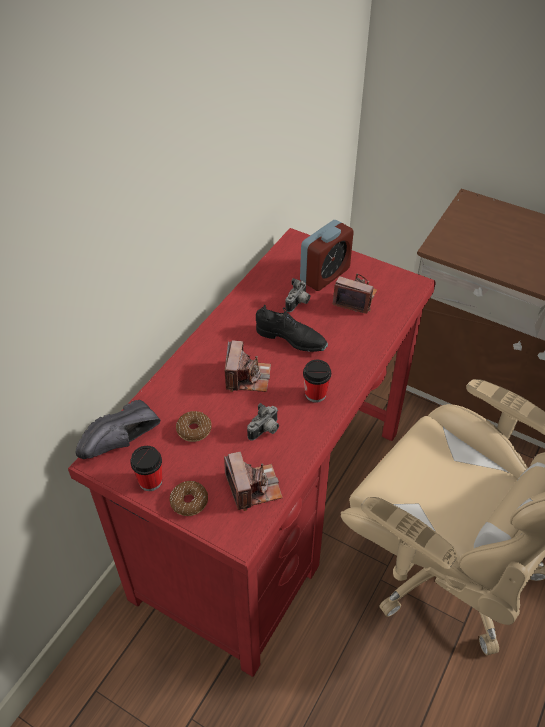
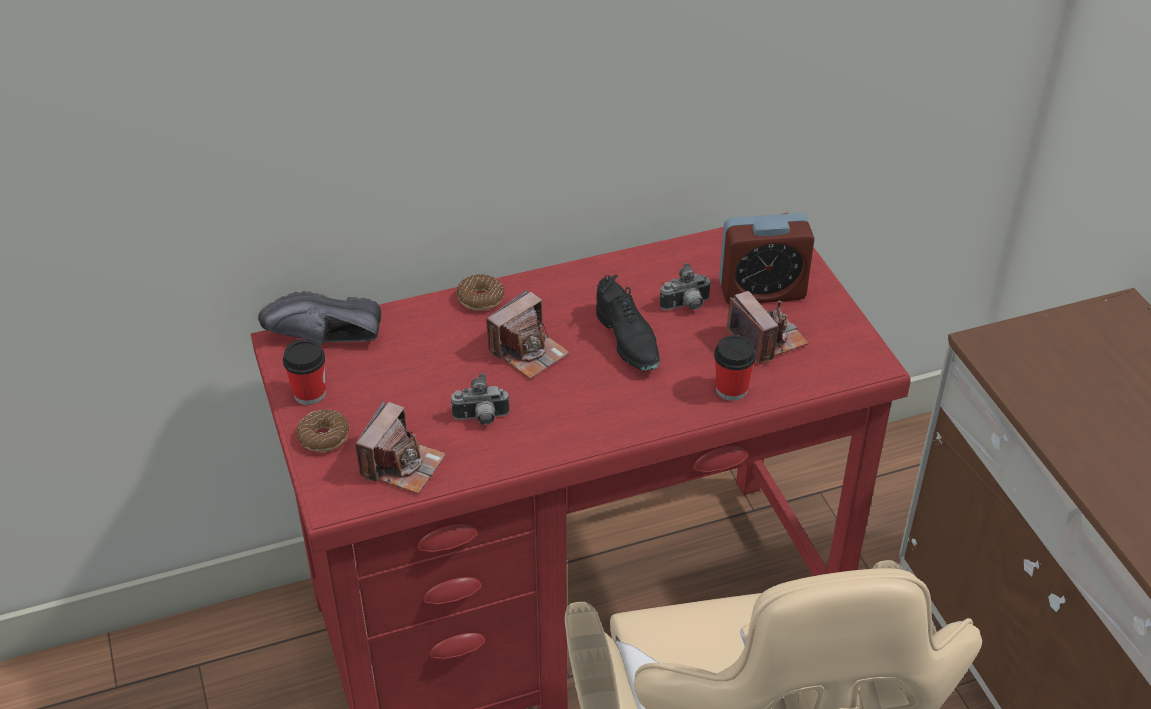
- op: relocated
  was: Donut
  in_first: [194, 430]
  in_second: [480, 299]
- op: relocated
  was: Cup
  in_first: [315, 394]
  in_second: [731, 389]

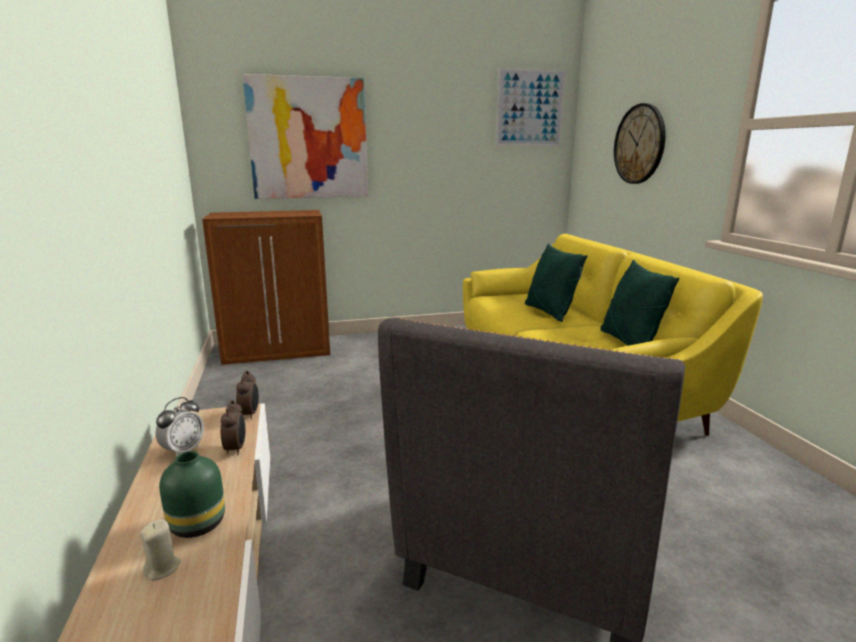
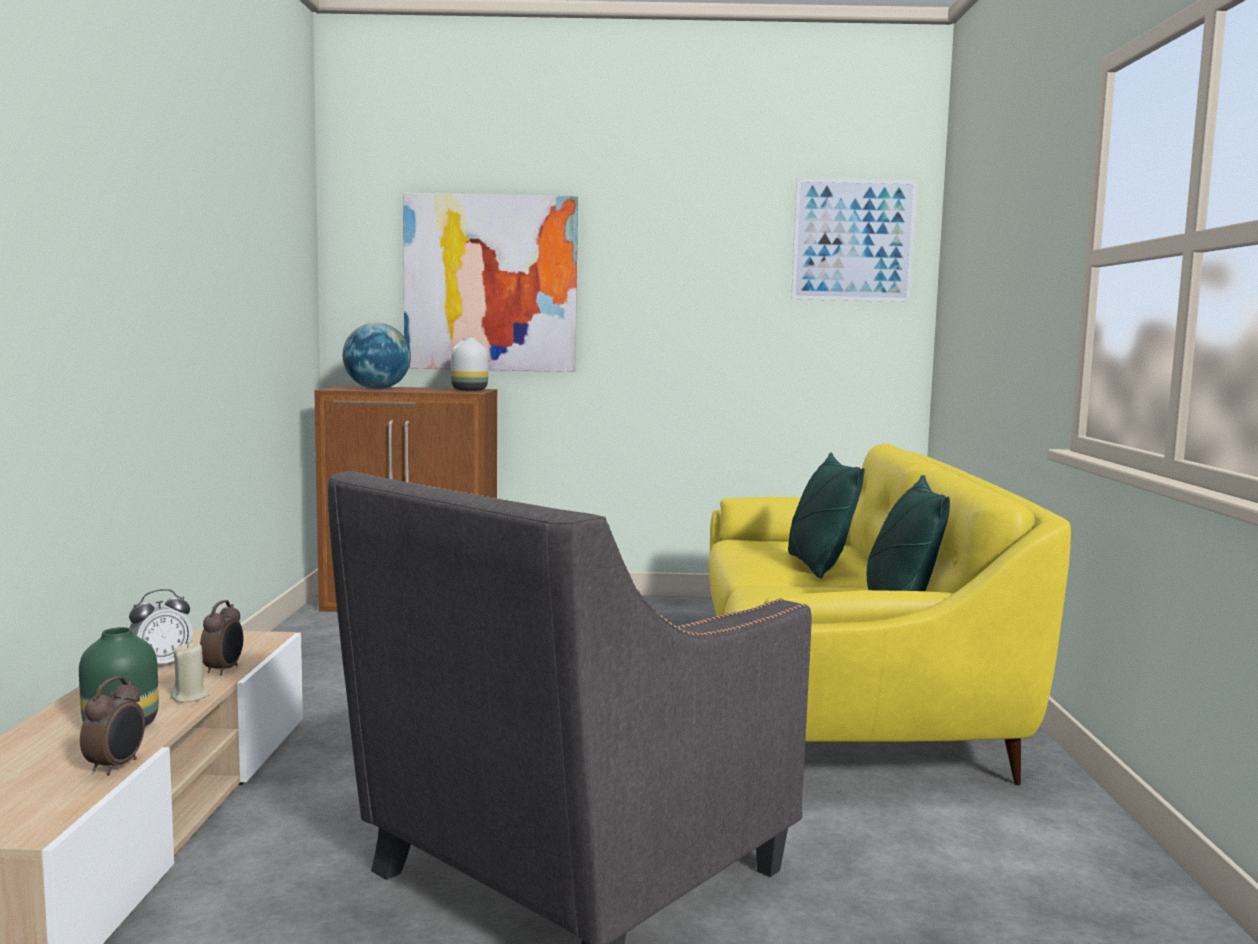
- op: relocated
  was: BeigeCandle
  in_first: [162, 568]
  in_second: [190, 697]
- op: relocated
  was: AlarmClock
  in_first: [250, 414]
  in_second: [116, 766]
- op: missing
  was: WallClock
  in_first: [639, 144]
- op: appeared
  now: Globe
  in_second: [377, 389]
- op: appeared
  now: WhiteVase
  in_second: [470, 390]

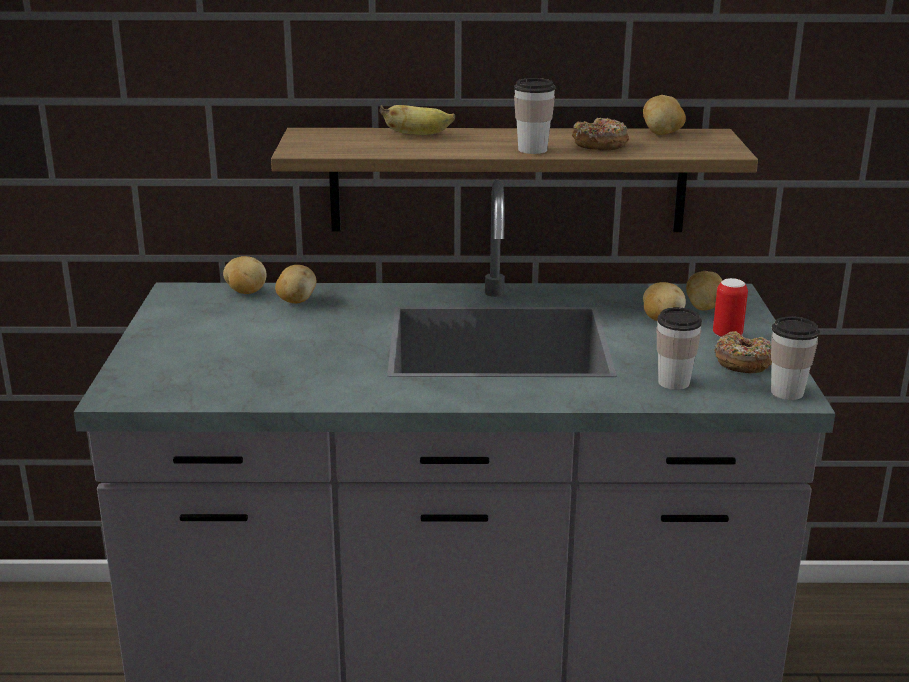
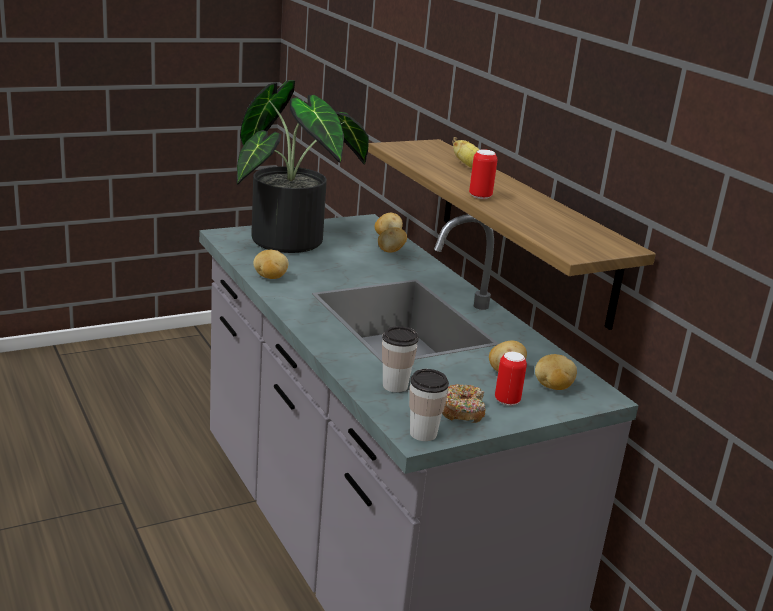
- op: exchanged
  was: Cup
  now: Can
  in_first: [532, 150]
  in_second: [480, 196]
- op: missing
  was: Donut
  in_first: [600, 144]
- op: relocated
  was: Potato
  in_first: [662, 134]
  in_second: [270, 277]
- op: appeared
  now: PottedPlant
  in_second: [296, 241]

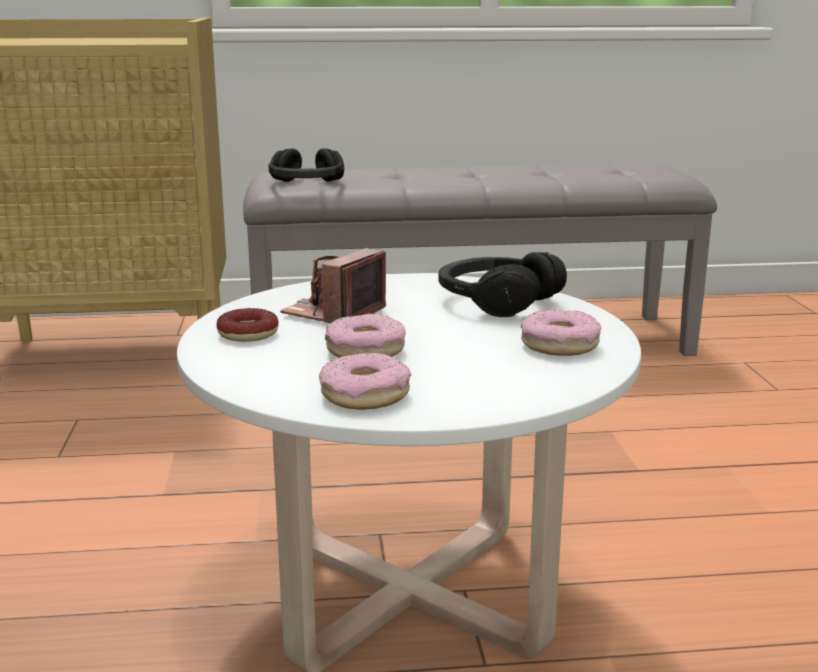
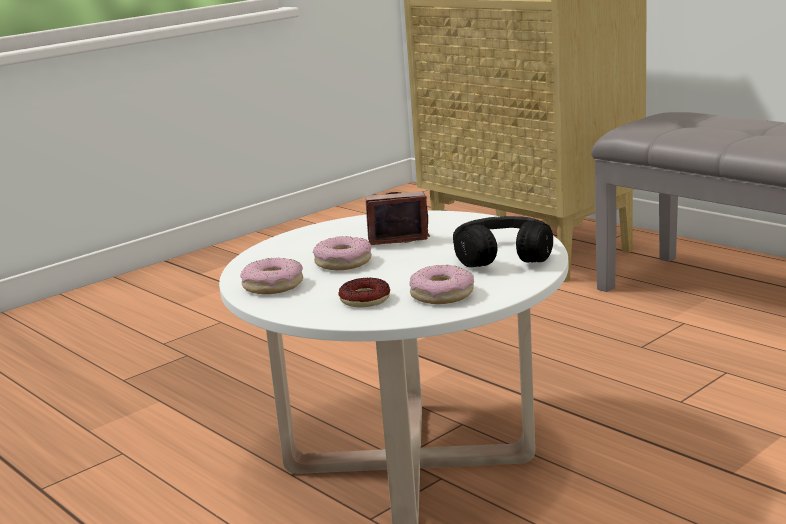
- op: relocated
  was: Donut
  in_first: [248, 333]
  in_second: [365, 299]
- op: missing
  was: BlackHeadphones
  in_first: [306, 184]

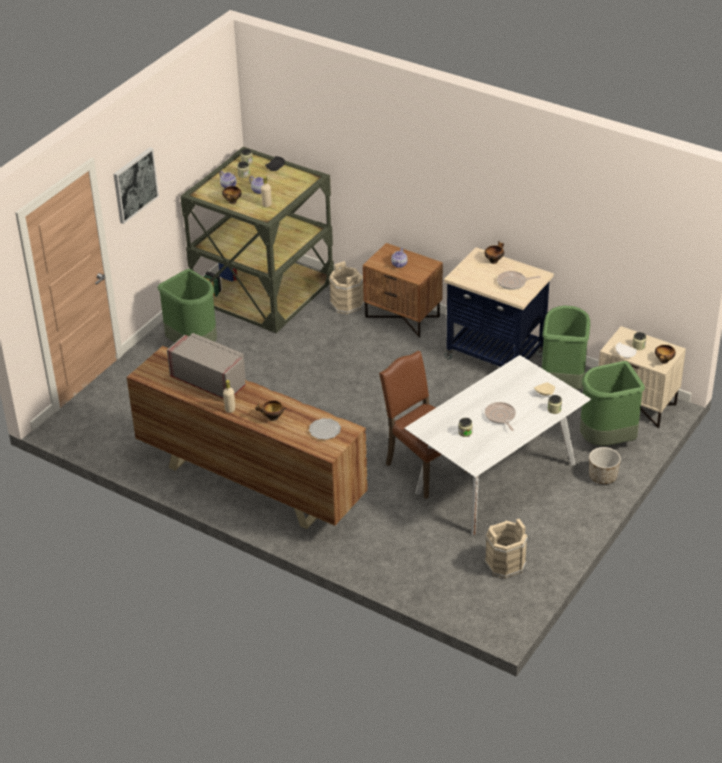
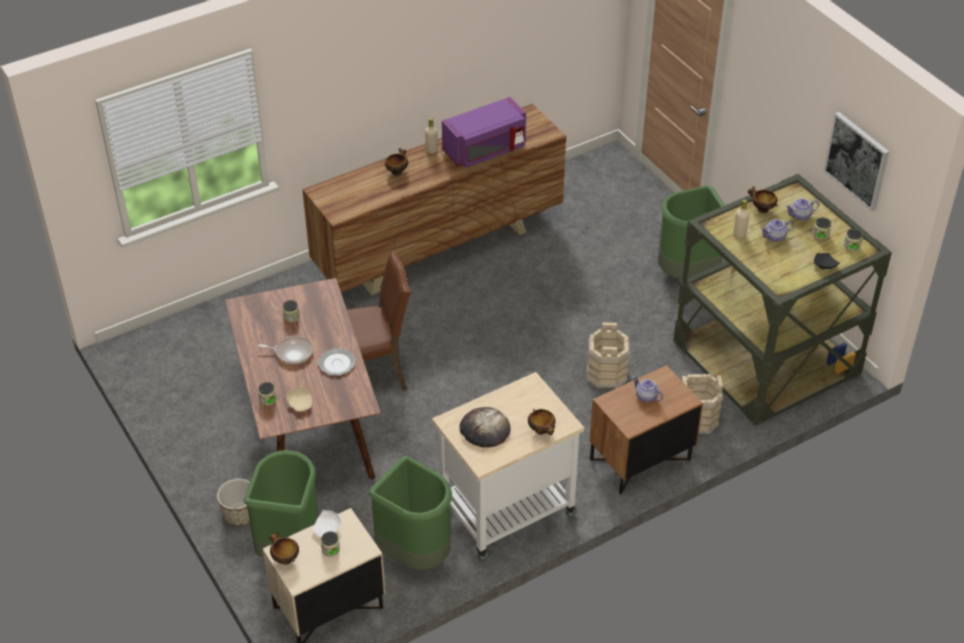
- op: relocated
  was: Picture
  in_first: [135, 184]
  in_second: [857, 160]
- op: colour
  was: GreyMicrowave
  now: PurpleMicrowave
  in_first: [210, 380]
  in_second: [486, 150]
- op: relocated
  was: Plate
  in_first: [325, 430]
  in_second: [337, 363]
- op: colour
  was: WhiteDiningTable
  now: BrownDiningTable
  in_first: [496, 479]
  in_second: [307, 424]
- op: colour
  was: BlueCart
  now: WhiteCart
  in_first: [495, 357]
  in_second: [507, 513]
- op: relocated
  was: BeigeBucket
  in_first: [504, 563]
  in_second: [607, 374]
- op: exchanged
  was: FryingPan
  now: Bread
  in_first: [513, 282]
  in_second: [484, 429]

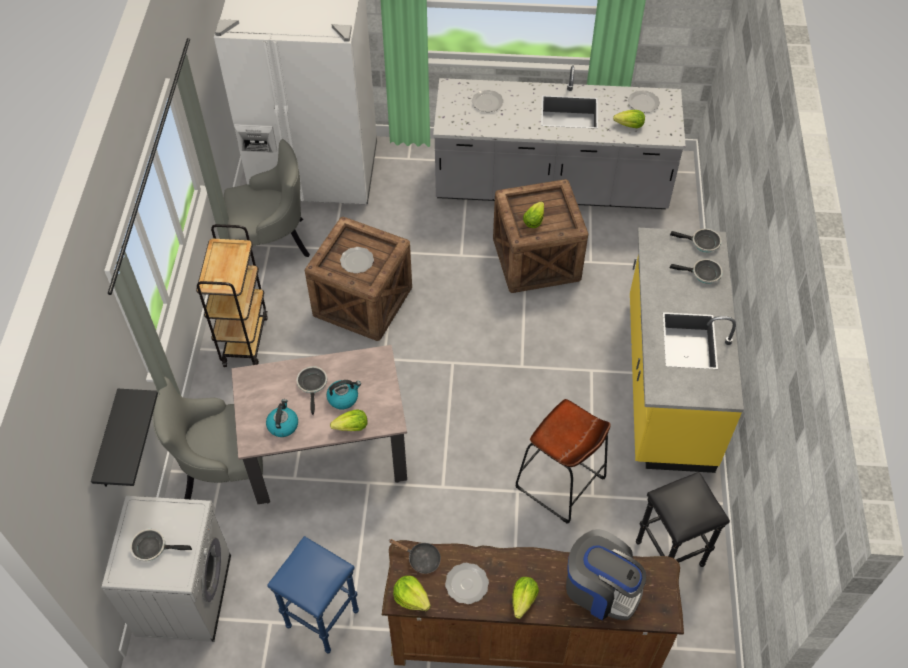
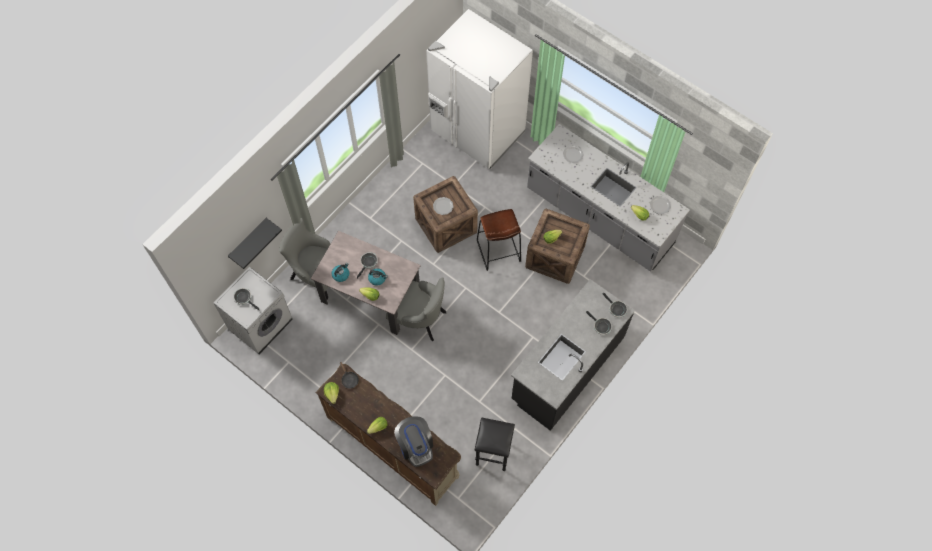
- op: missing
  was: BrownCart
  in_first: [244, 341]
- op: relocated
  was: GreyChair
  in_first: [271, 243]
  in_second: [418, 318]
- op: missing
  was: BlueStool
  in_first: [320, 618]
- op: missing
  was: Plate
  in_first: [466, 583]
- op: relocated
  was: BrownStool
  in_first: [560, 483]
  in_second: [498, 251]
- op: colour
  was: YellowCounter
  now: BlackCounter
  in_first: [667, 382]
  in_second: [566, 368]

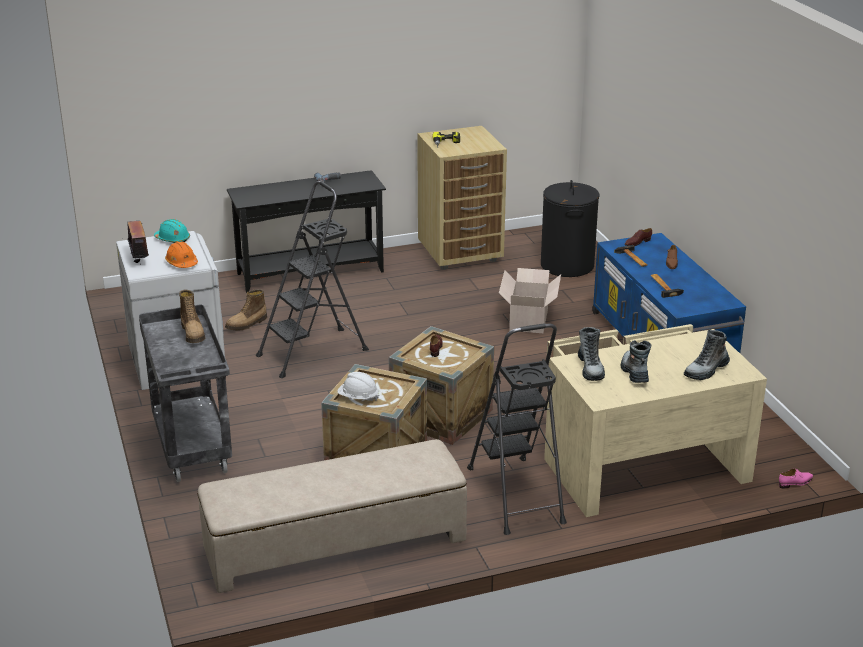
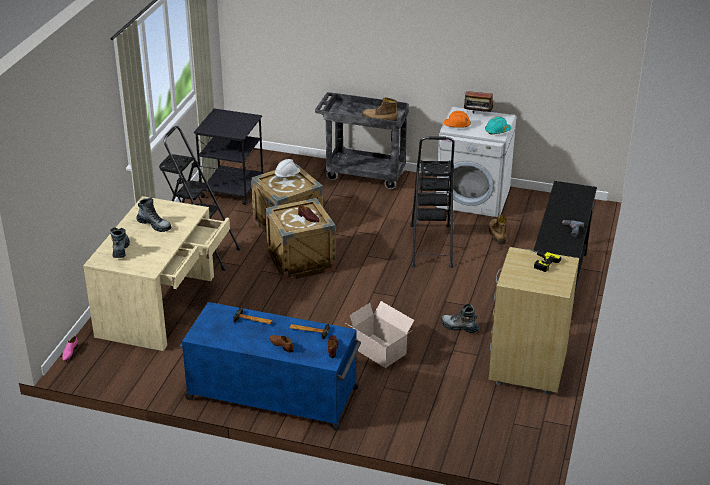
- op: exchanged
  was: BeigeBench
  now: BlackCart
  in_first: [334, 543]
  in_second: [232, 188]
- op: missing
  was: BlackLaundryBasket
  in_first: [567, 265]
- op: relocated
  was: Boot
  in_first: [590, 368]
  in_second: [459, 327]

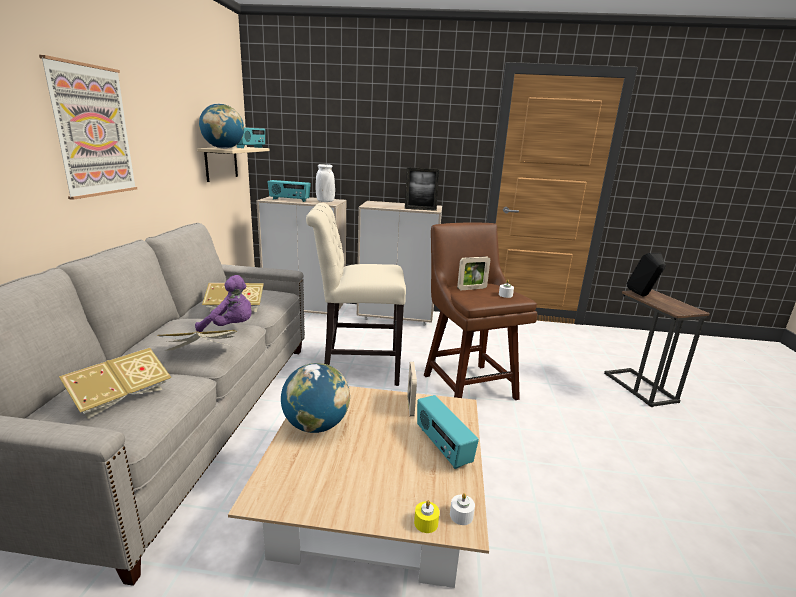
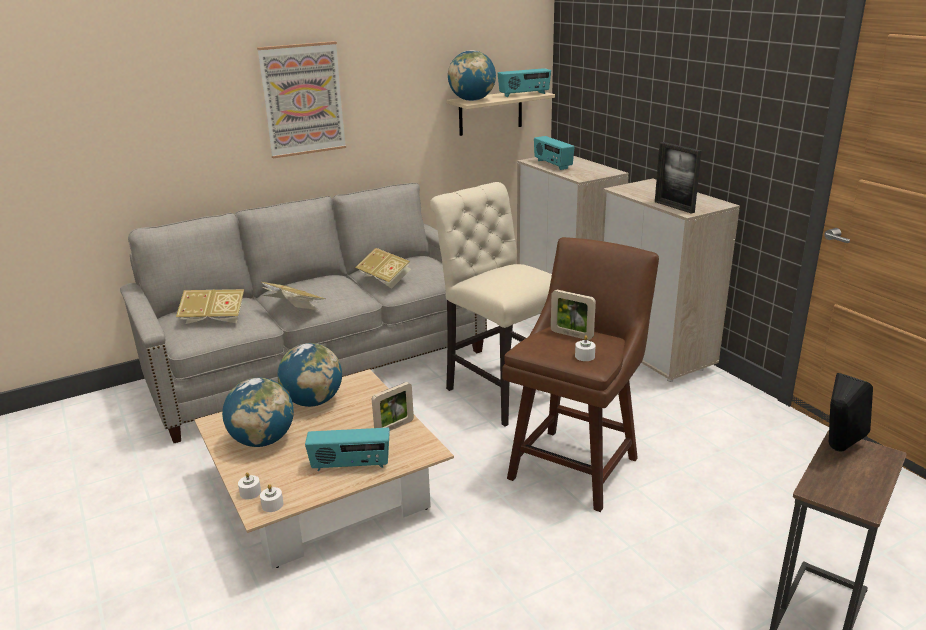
- op: missing
  was: PurplePlushToy
  in_first: [231, 327]
- op: missing
  was: WhiteVase
  in_first: [325, 201]
- op: colour
  was: YellowCandle
  now: WhiteCandle
  in_first: [426, 523]
  in_second: [250, 492]
- op: spun
  was: Radio
  in_first: [442, 446]
  in_second: [350, 465]
  clockwise: -120
- op: appeared
  now: Globe
  in_second: [263, 440]

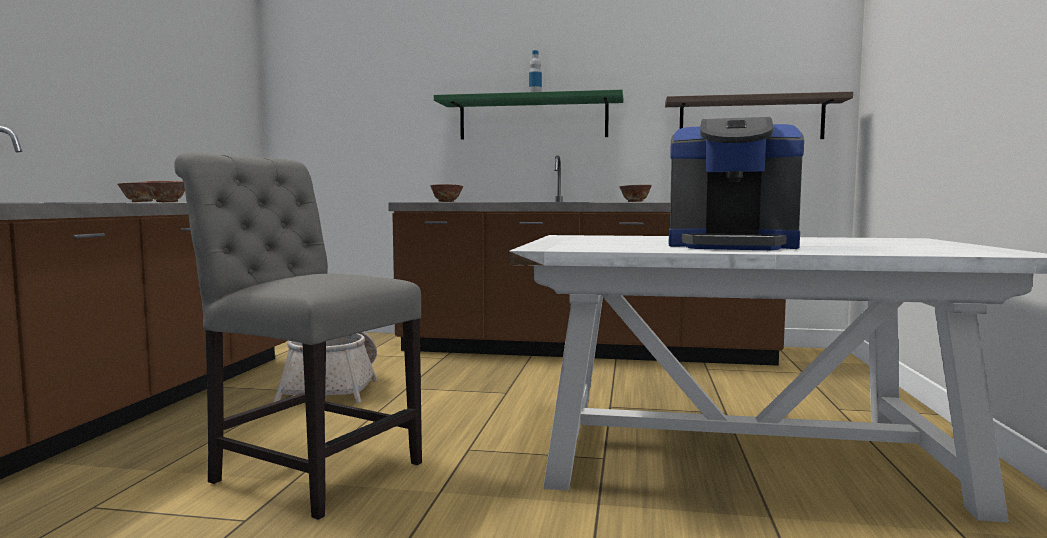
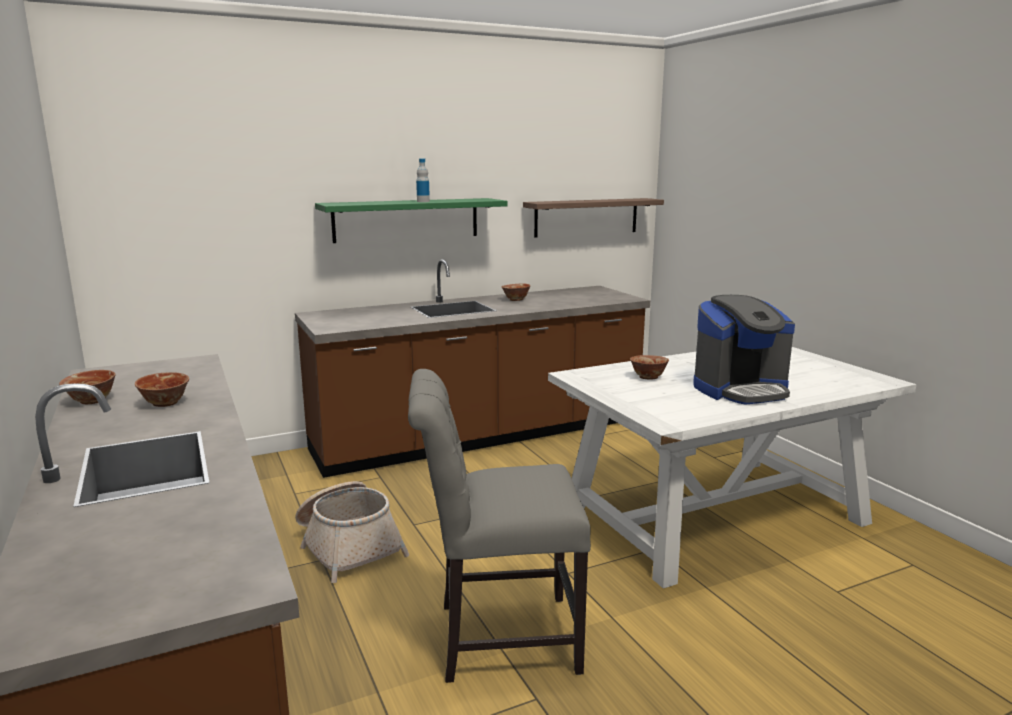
- op: relocated
  was: Bowl
  in_first: [446, 202]
  in_second: [648, 377]

